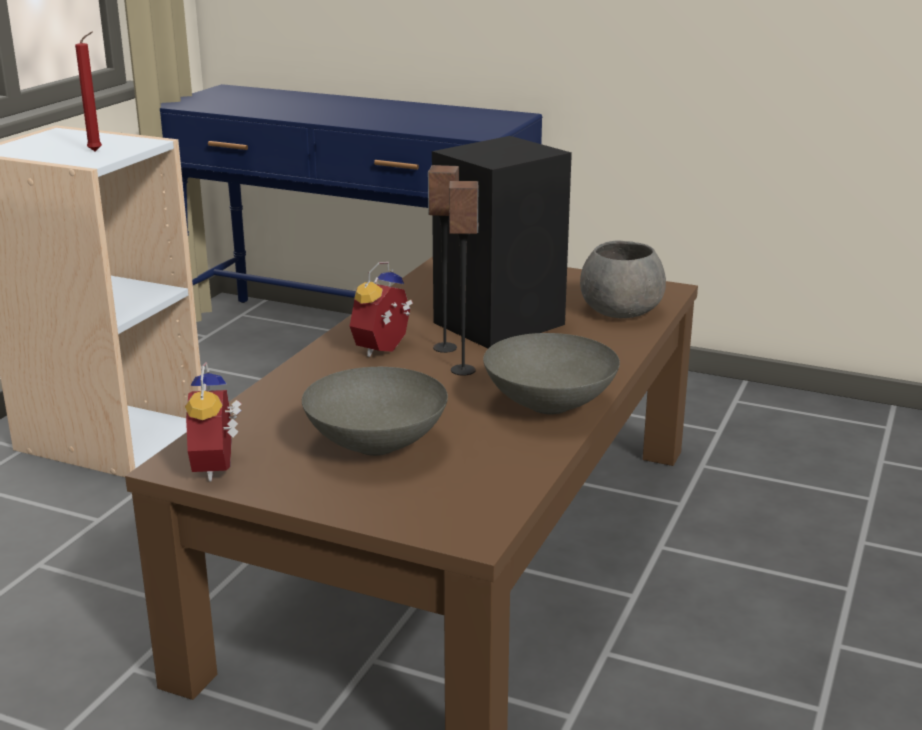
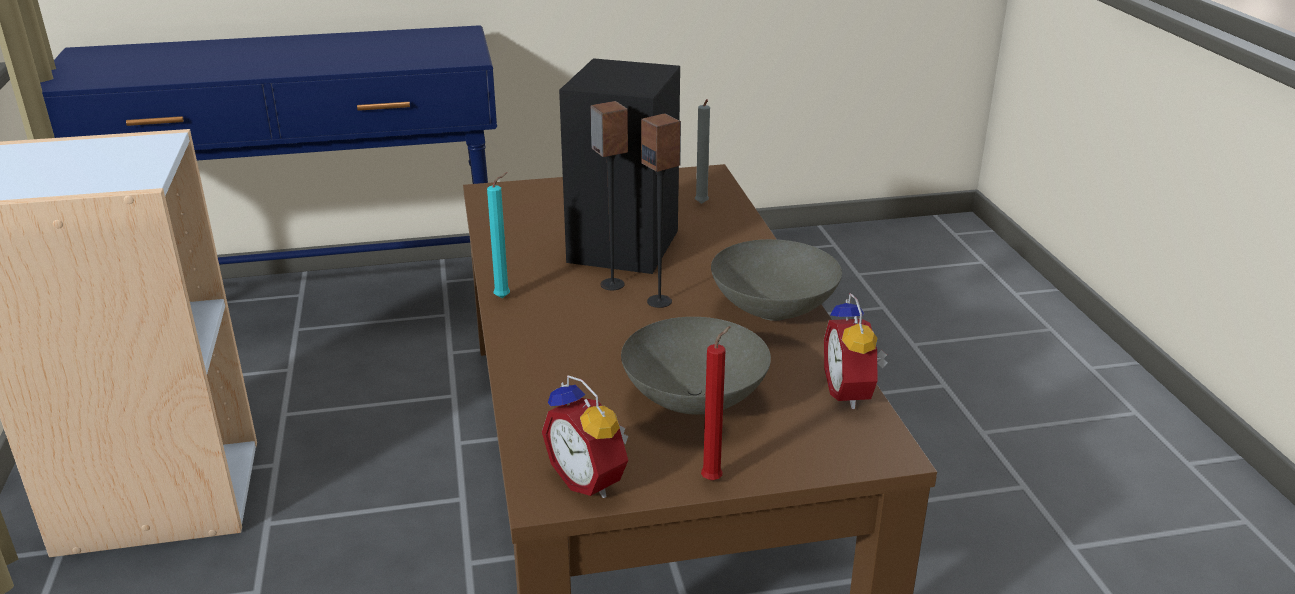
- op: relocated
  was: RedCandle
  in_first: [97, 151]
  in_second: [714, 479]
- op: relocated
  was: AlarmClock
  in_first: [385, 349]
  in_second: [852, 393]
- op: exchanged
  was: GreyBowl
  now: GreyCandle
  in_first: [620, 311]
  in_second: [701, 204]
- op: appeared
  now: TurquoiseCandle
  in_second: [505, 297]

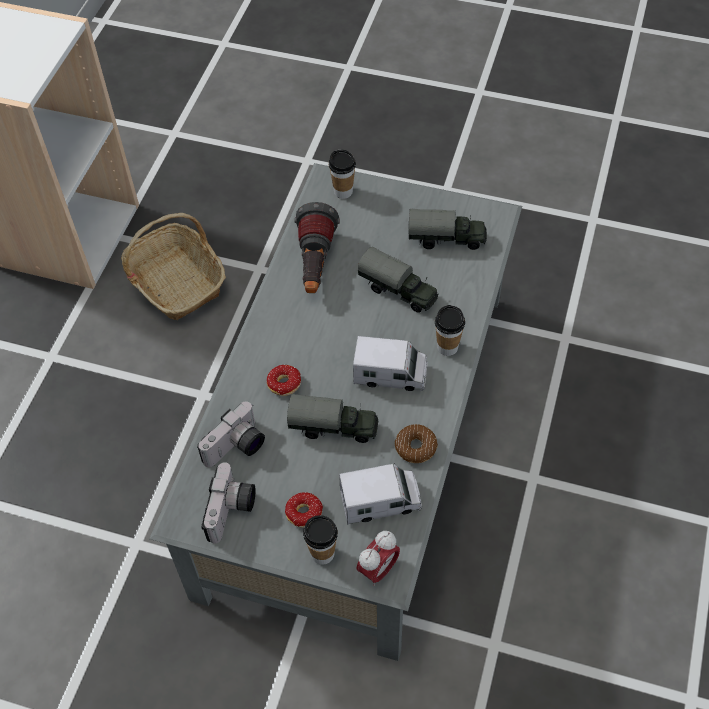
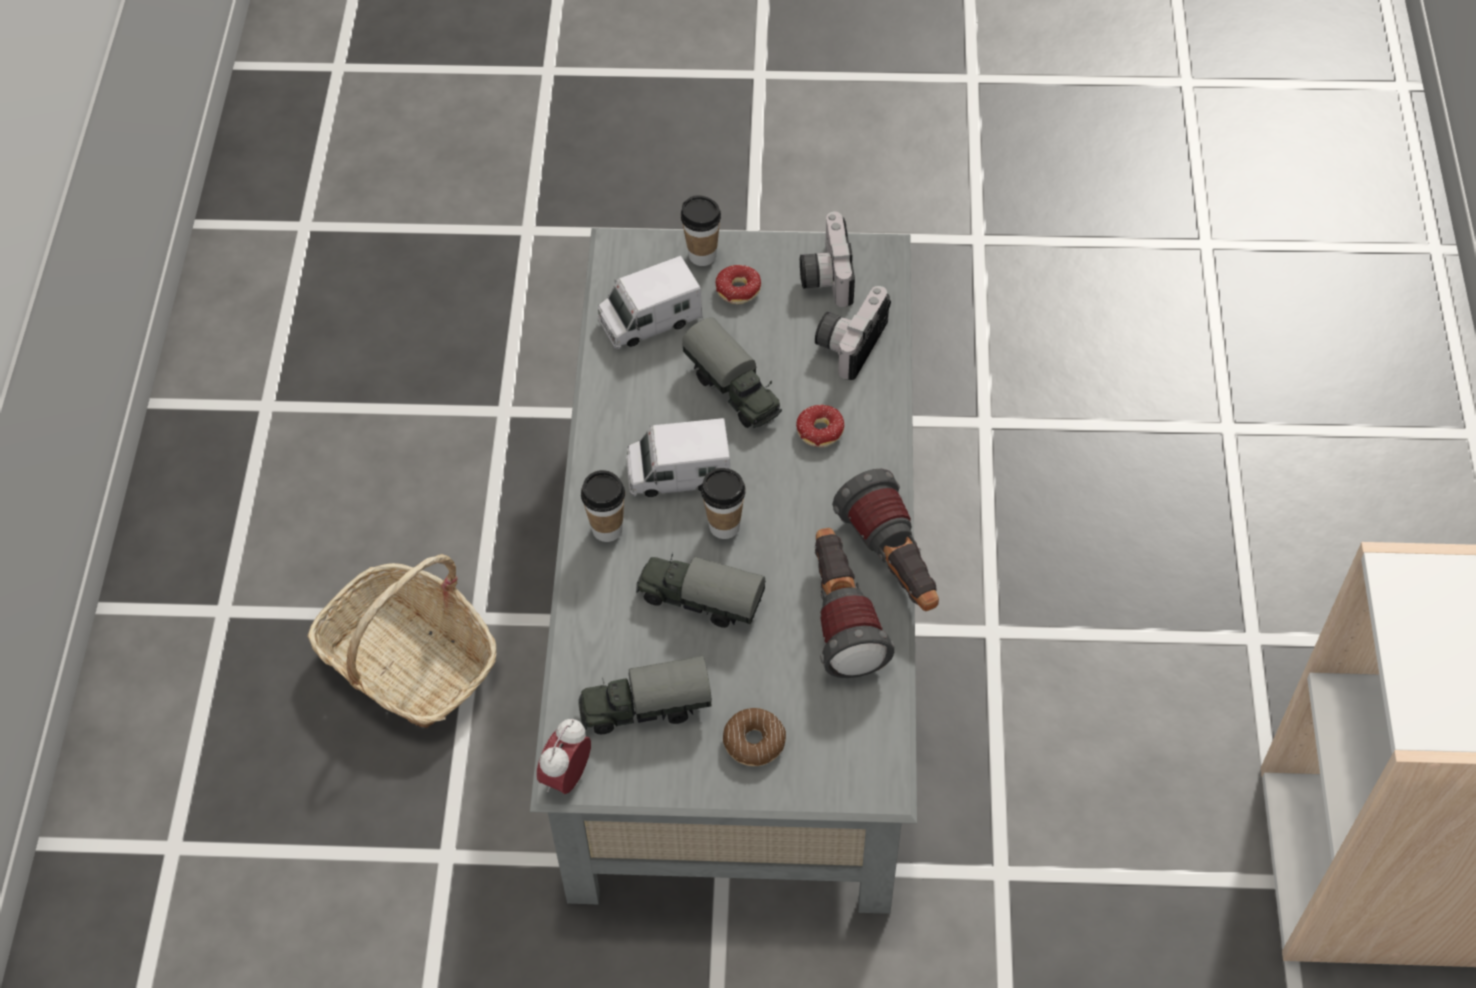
- op: relocated
  was: Basket
  in_first: [176, 282]
  in_second: [410, 662]
- op: spun
  was: ToyTruck
  in_first: [334, 427]
  in_second: [734, 391]
  clockwise: -120
- op: relocated
  was: Cup
  in_first: [343, 191]
  in_second: [724, 526]
- op: relocated
  was: AlarmClock
  in_first: [378, 569]
  in_second: [567, 776]
- op: relocated
  was: Donut
  in_first: [416, 447]
  in_second: [754, 742]
- op: appeared
  now: Flashlight
  in_second: [893, 564]

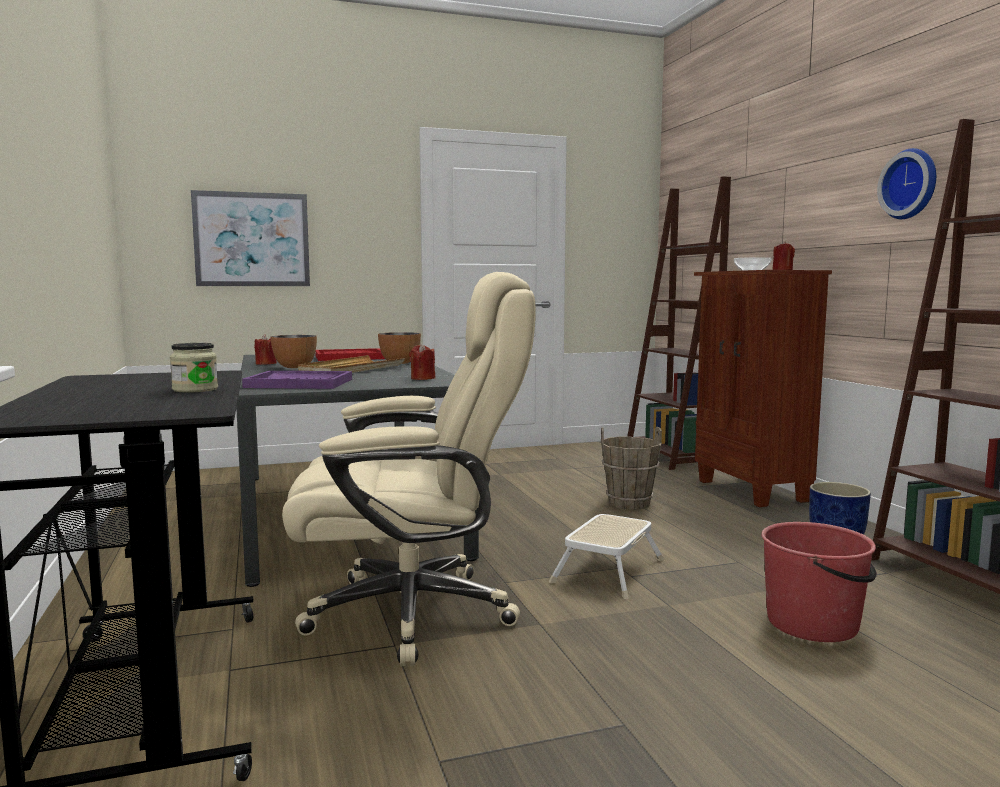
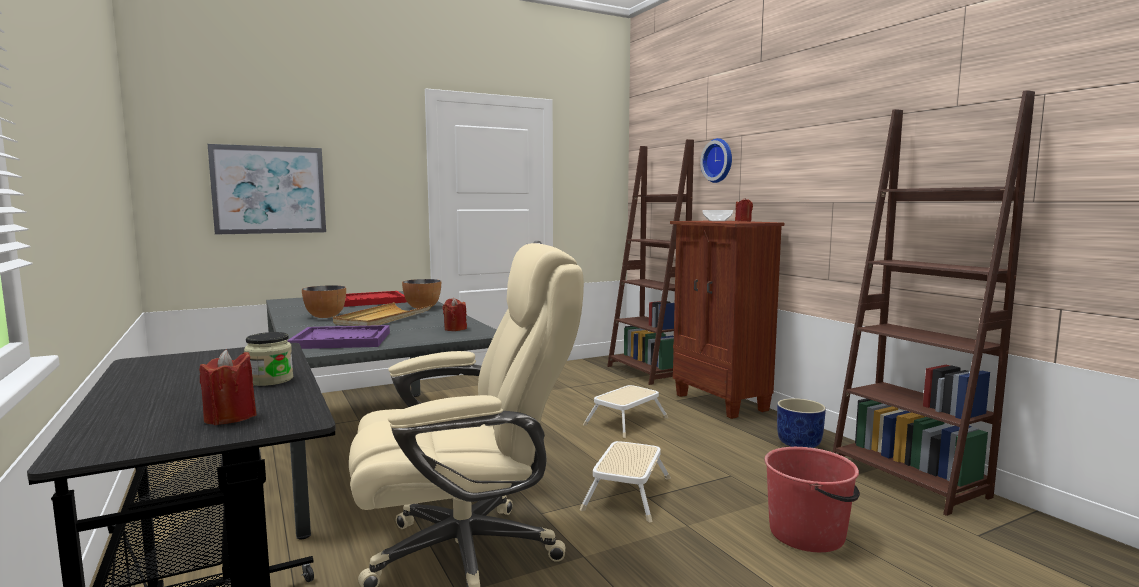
- op: relocated
  was: RedCandle
  in_first: [266, 364]
  in_second: [230, 417]
- op: exchanged
  was: BrownBucket
  now: BeigeStepLadder
  in_first: [629, 503]
  in_second: [626, 421]
- op: relocated
  was: WallClock
  in_first: [911, 184]
  in_second: [719, 160]

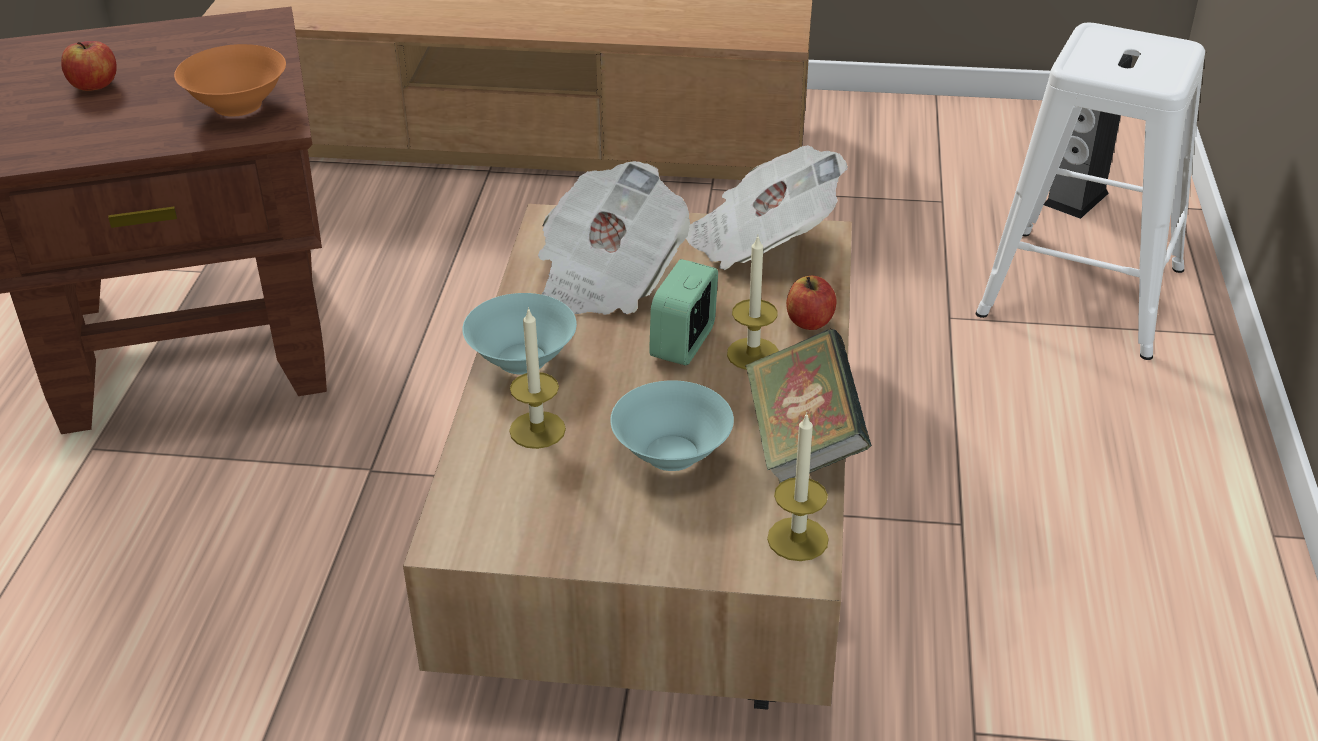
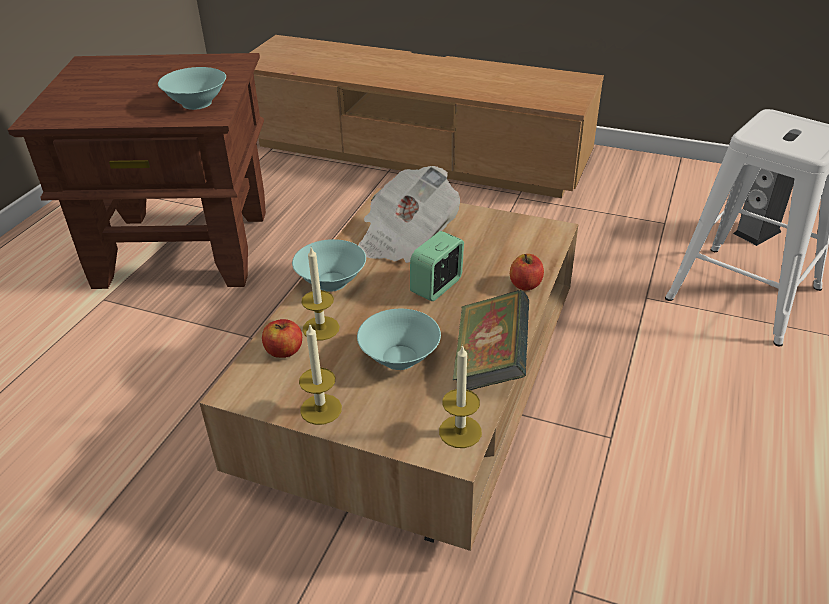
- op: relocated
  was: Apple
  in_first: [94, 85]
  in_second: [284, 351]
- op: colour
  was: OrangeBowl
  now: TurquoiseBowl
  in_first: [238, 104]
  in_second: [197, 103]
- op: missing
  was: Newspaper
  in_first: [761, 241]
- op: relocated
  was: Candle
  in_first: [753, 354]
  in_second: [321, 409]

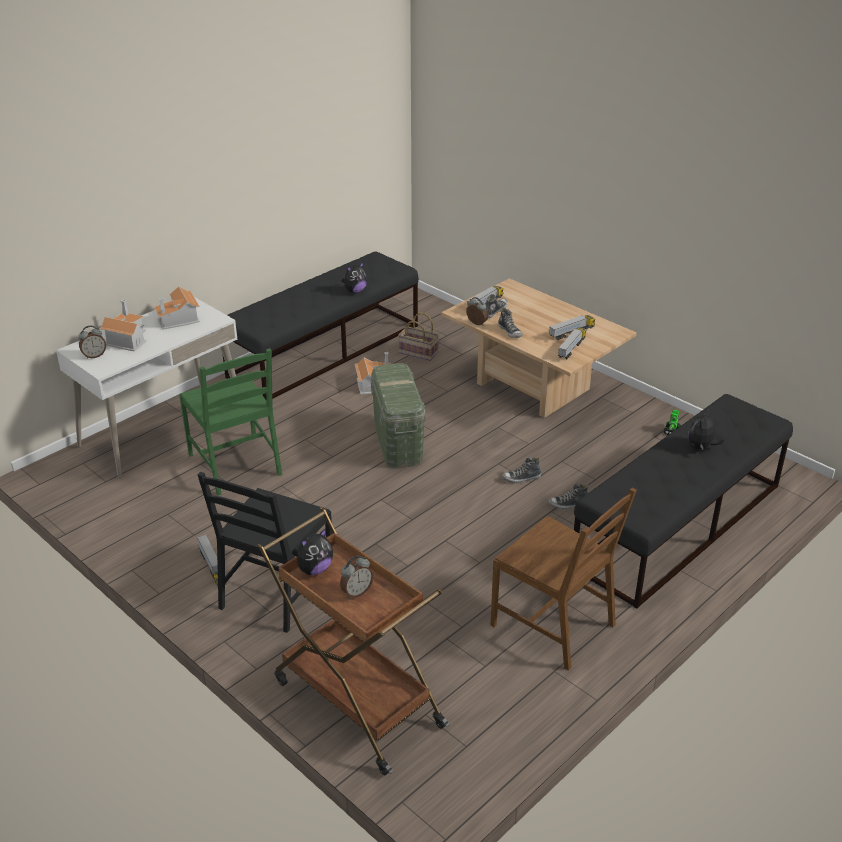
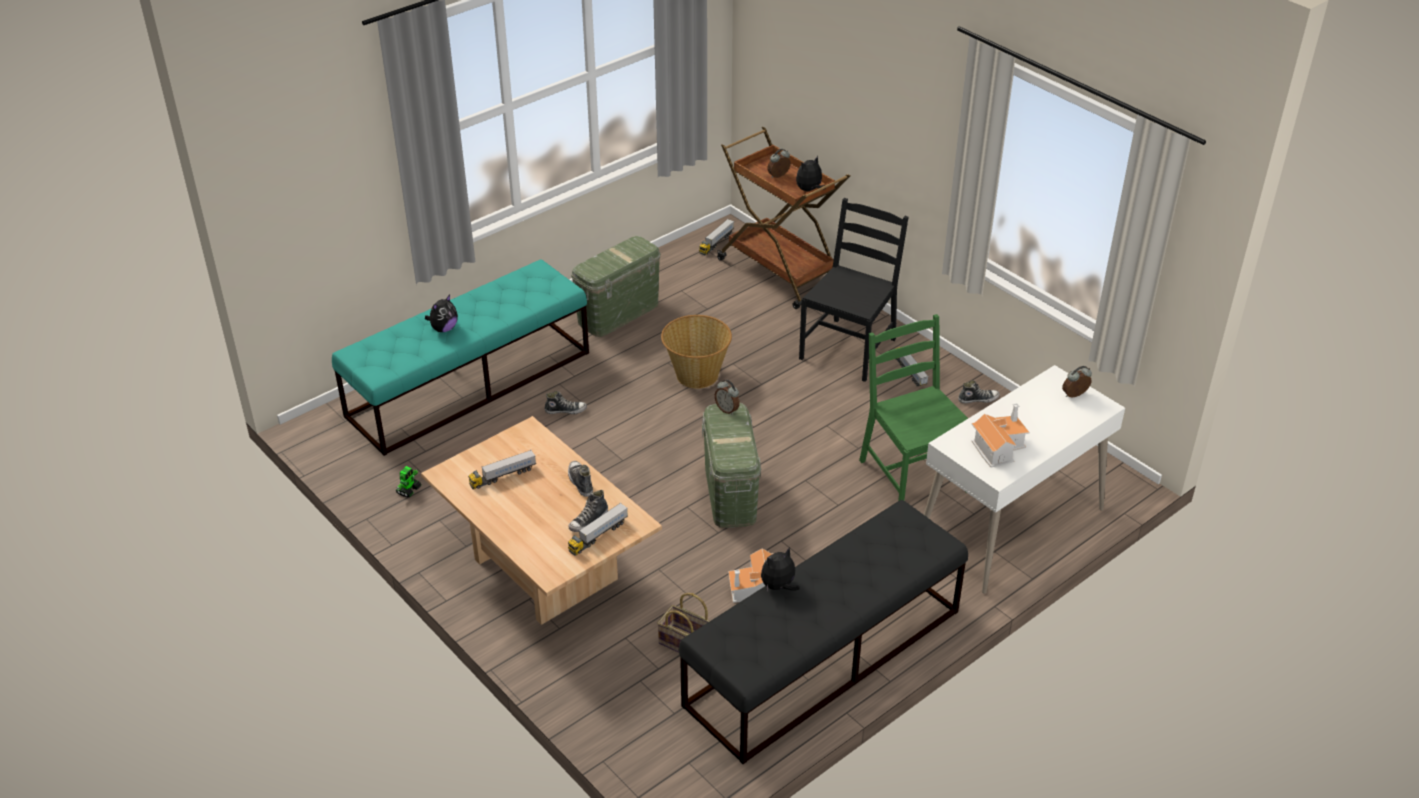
- op: missing
  was: ToyHouse
  in_first: [126, 339]
- op: relocated
  was: AlarmClock
  in_first: [476, 324]
  in_second: [727, 409]
- op: exchanged
  was: BrownChair
  now: GreenStorageBox
  in_first: [554, 624]
  in_second: [618, 313]
- op: relocated
  was: Shoe
  in_first: [521, 478]
  in_second: [978, 399]
- op: relocated
  was: ToyTruck
  in_first: [571, 348]
  in_second: [716, 243]
- op: colour
  was: BlackBench
  now: TurquoiseBench
  in_first: [678, 526]
  in_second: [470, 384]
- op: appeared
  now: Basket
  in_second: [696, 374]

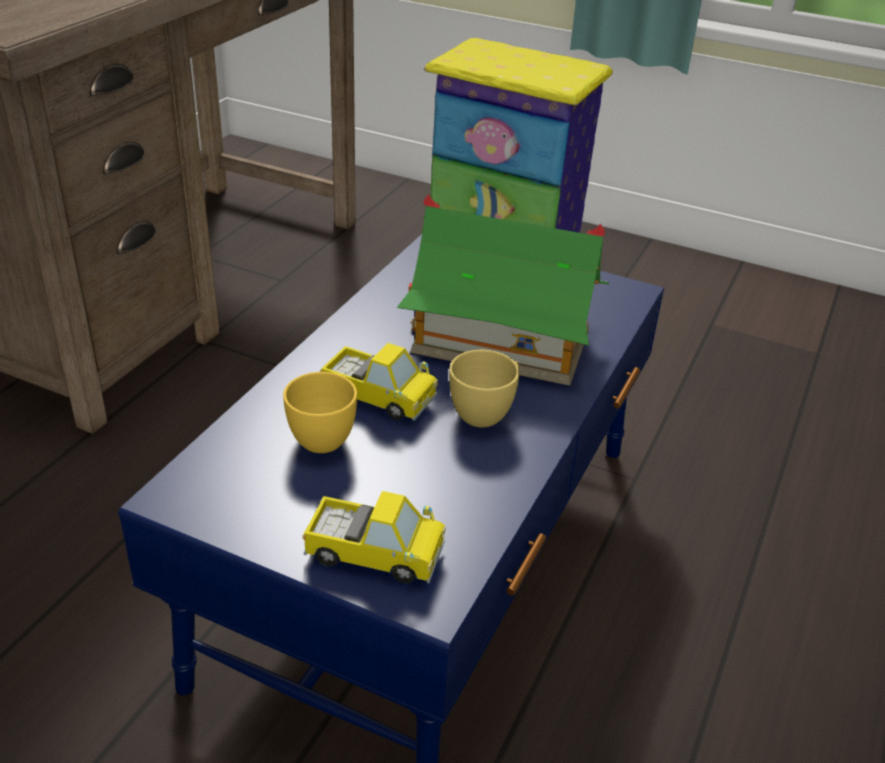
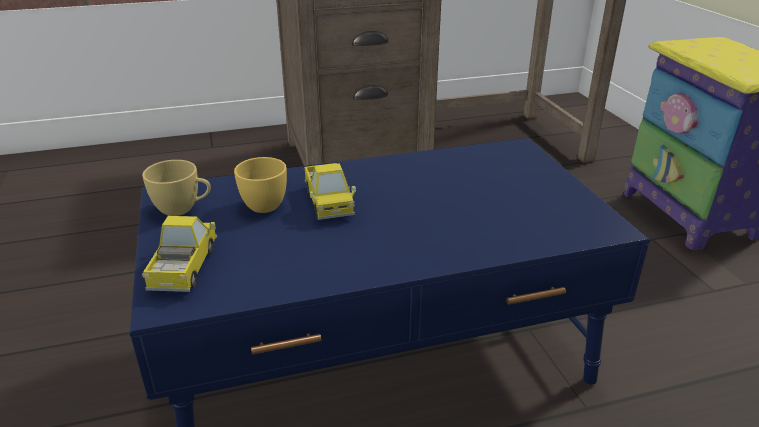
- op: spun
  was: ToyTruck
  in_first: [374, 554]
  in_second: [184, 267]
  clockwise: -150
- op: missing
  was: ToyHouse
  in_first: [500, 340]
- op: relocated
  was: YellowCup
  in_first: [486, 412]
  in_second: [183, 209]

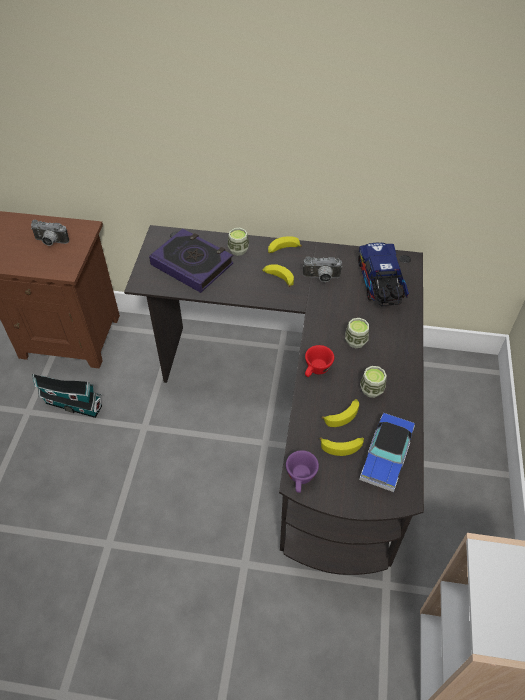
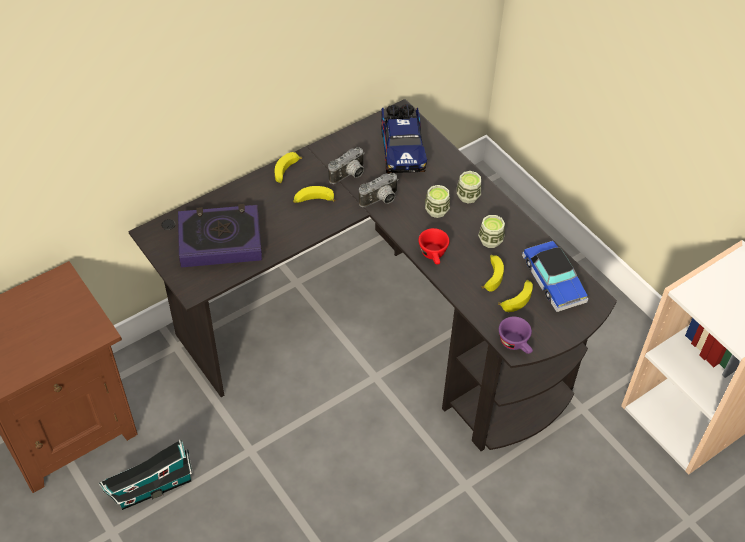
- op: relocated
  was: PhotoCamera
  in_first: [50, 242]
  in_second: [380, 200]
- op: relocated
  was: Cup
  in_first: [238, 250]
  in_second: [468, 196]
- op: spun
  was: ToyTruck
  in_first: [380, 284]
  in_second: [402, 149]
  clockwise: -135

